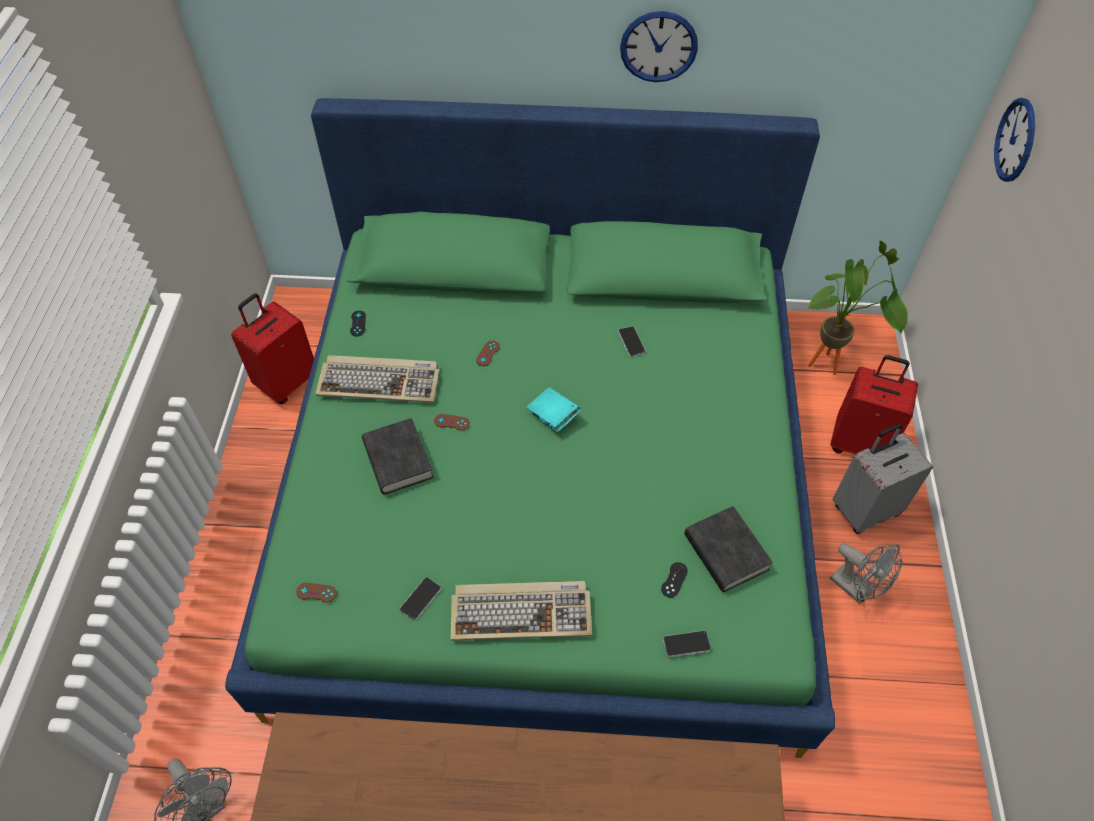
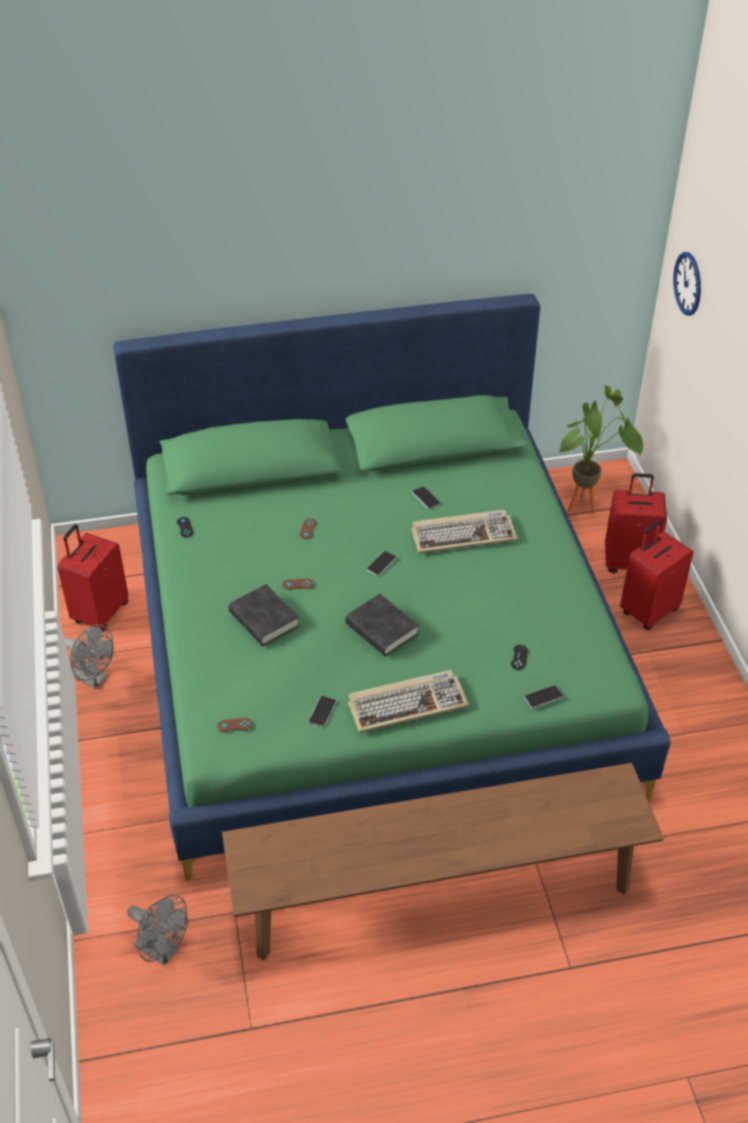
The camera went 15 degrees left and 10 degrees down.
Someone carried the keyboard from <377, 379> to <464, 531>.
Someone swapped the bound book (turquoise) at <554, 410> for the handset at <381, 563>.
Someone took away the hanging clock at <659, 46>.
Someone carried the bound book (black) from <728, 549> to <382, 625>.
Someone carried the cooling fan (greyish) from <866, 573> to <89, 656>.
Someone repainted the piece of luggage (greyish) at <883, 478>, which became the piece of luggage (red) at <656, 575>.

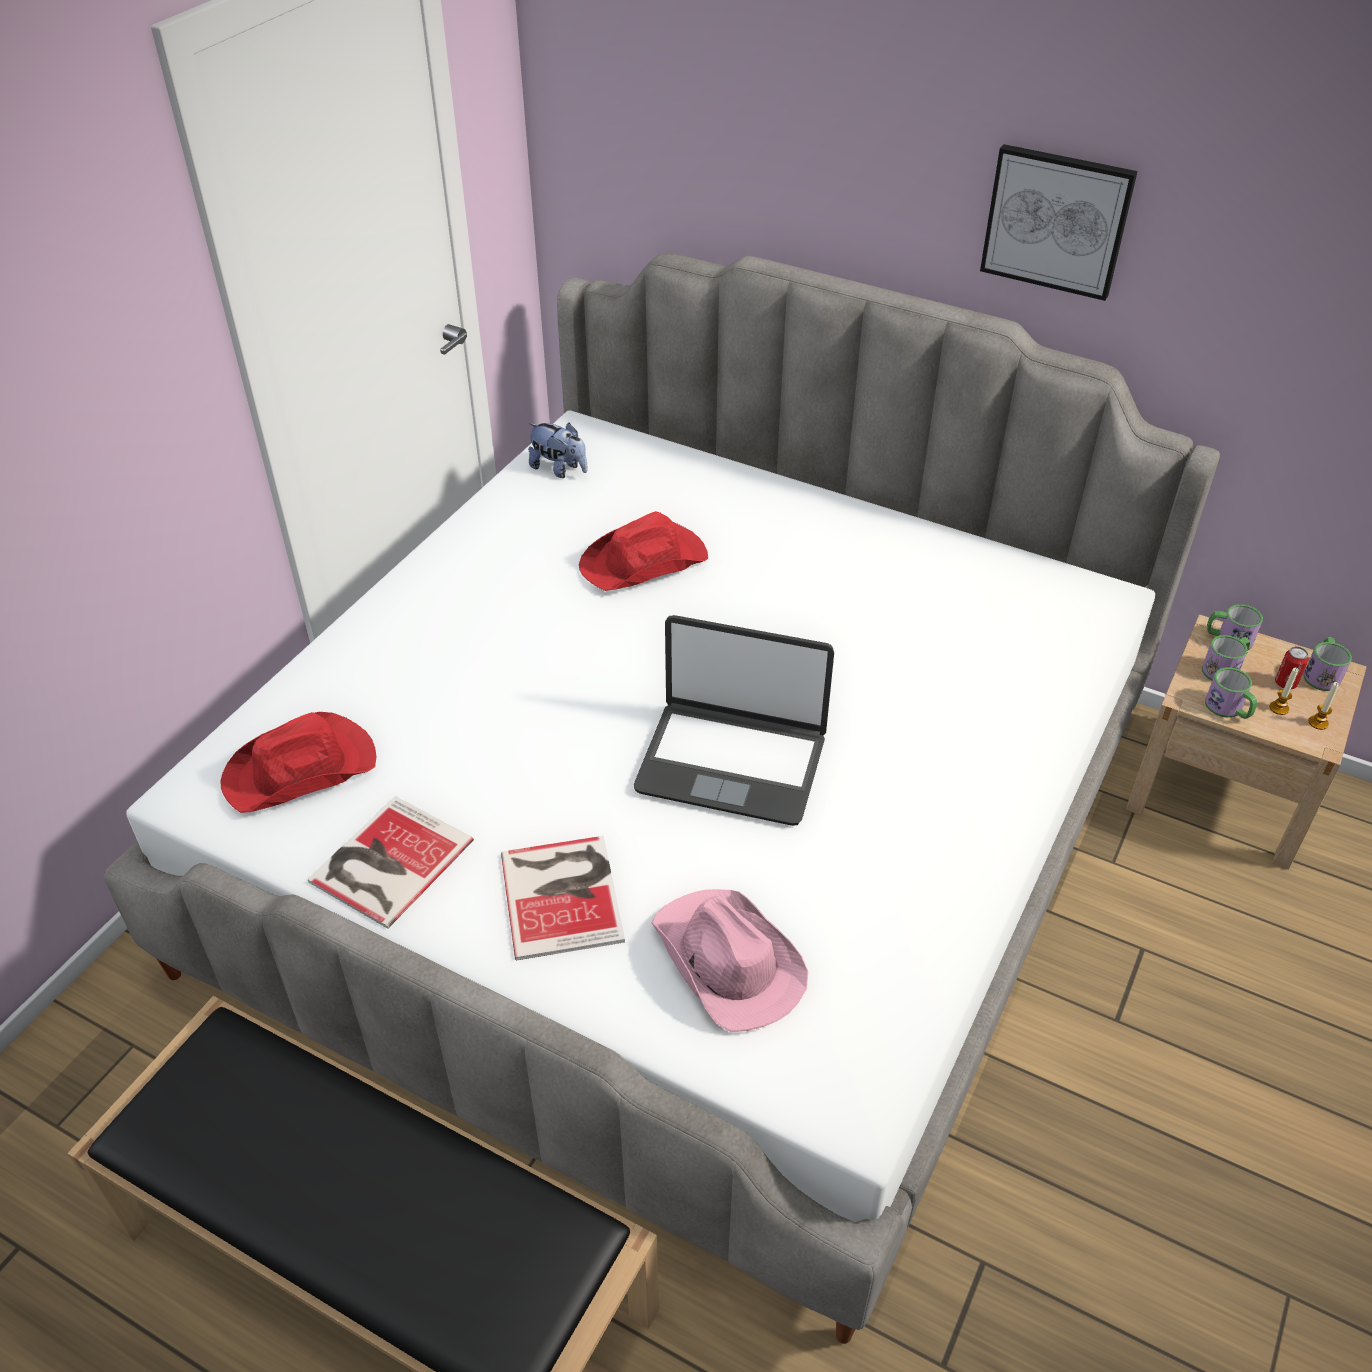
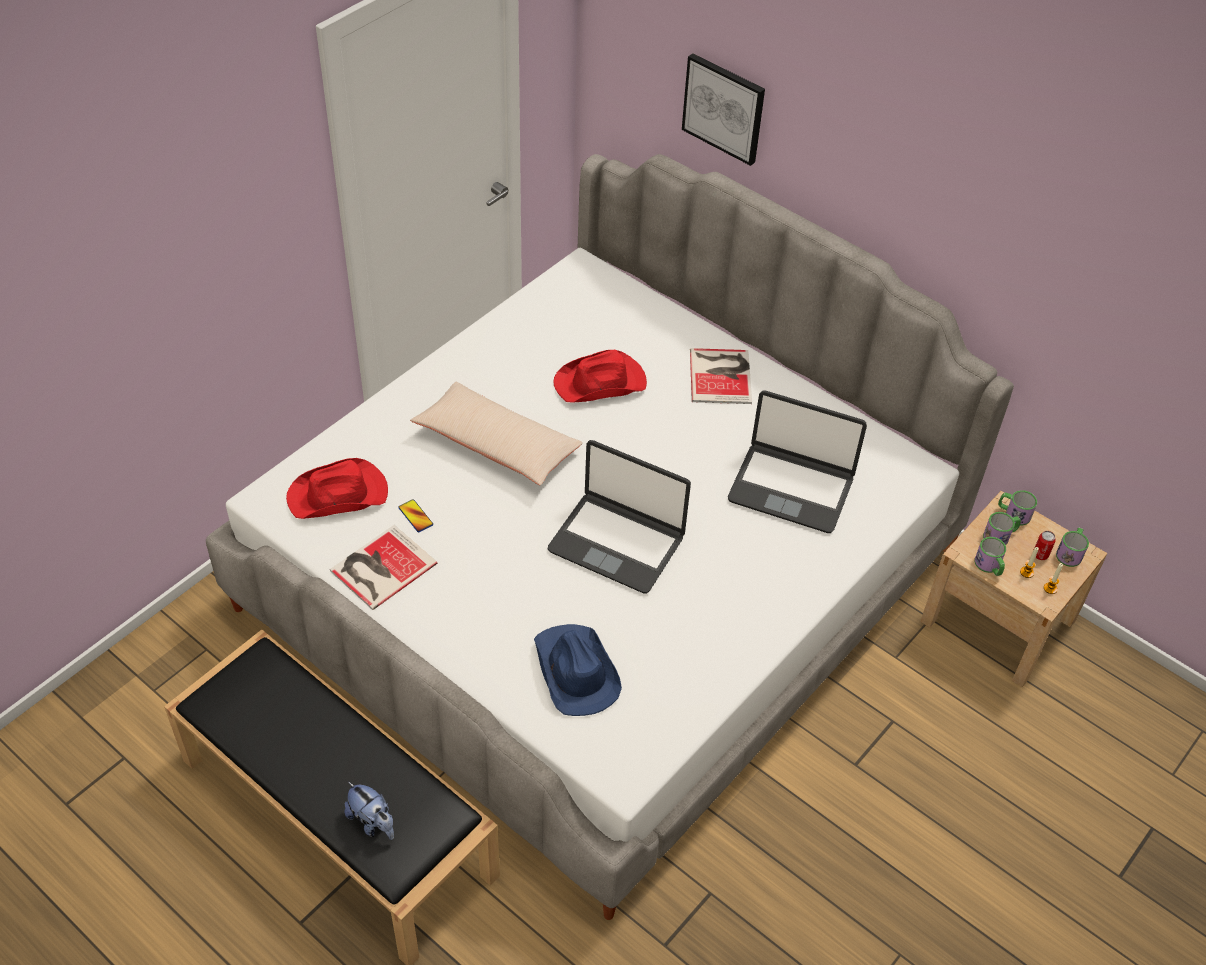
The camera went 10 degrees right and 5 degrees up.
Someone carried the bound book from <563, 898> to <721, 376>.
Someone carried the plush toy from <558, 450> to <369, 810>.
Someone repainted the hat (pink) at <730, 960>, which became the hat (blue-coloured) at <578, 670>.
Someone carried the wall picture from <1059, 222> to <723, 109>.
Someone put down the handset at <415, 515>.
Someone put down the pillow (beige-coloured) at <496, 433>.
Someone put down the portable computer at <797, 462>.

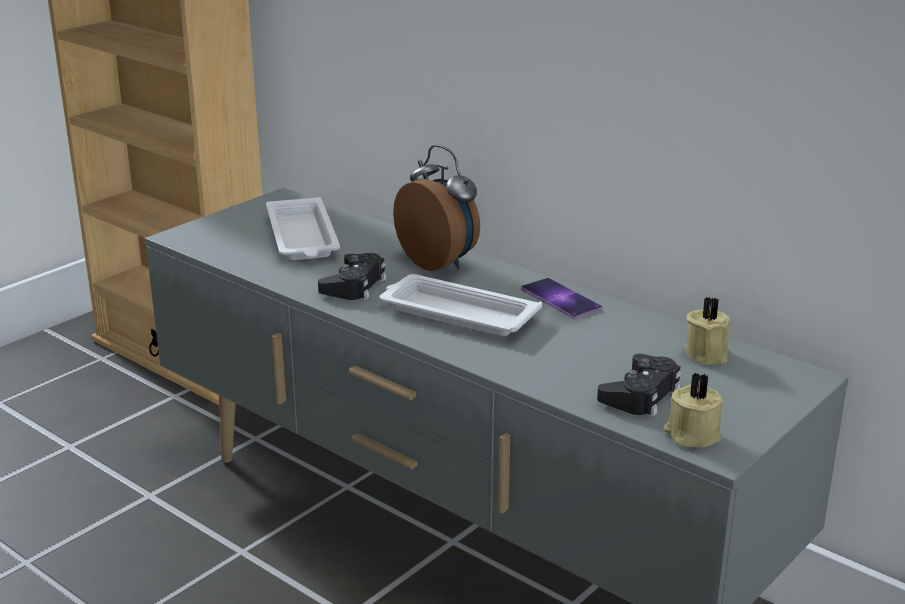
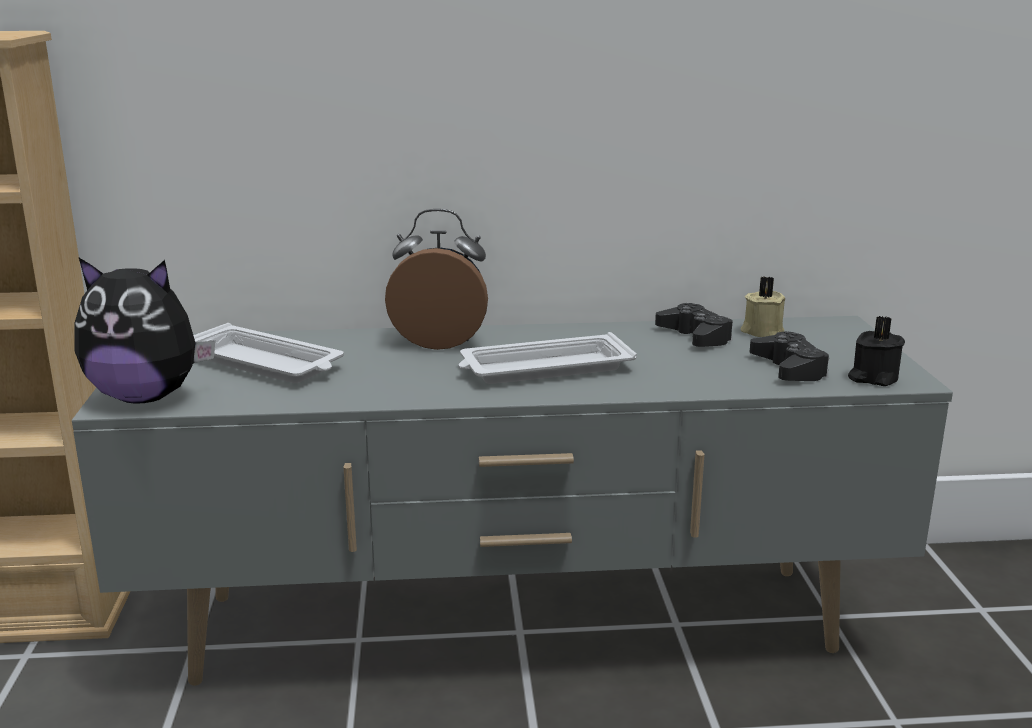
The camera went 45 degrees left and 5 degrees down.
Someone carried the joypad (black) from <352, 276> to <694, 325>.
Someone took away the handset at <561, 298>.
Someone repainted the wax light (beige-coloured) at <693, 410>, which became the wax light (black) at <876, 351>.
Someone put down the plush toy at <144, 330>.

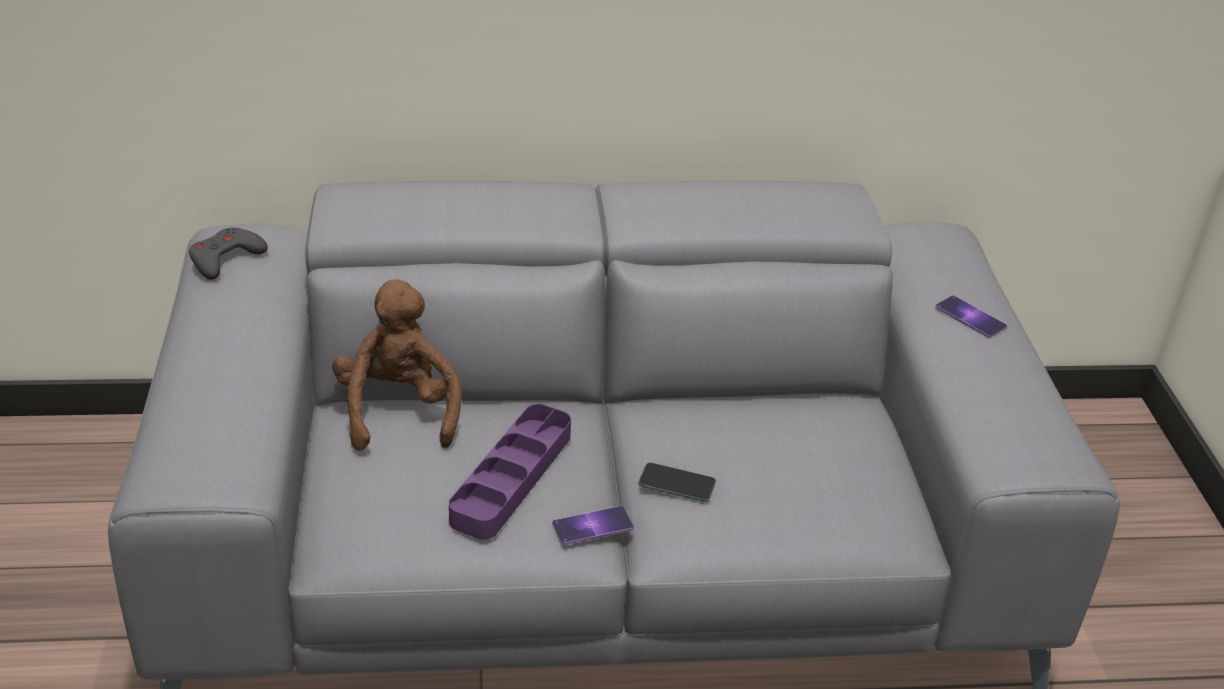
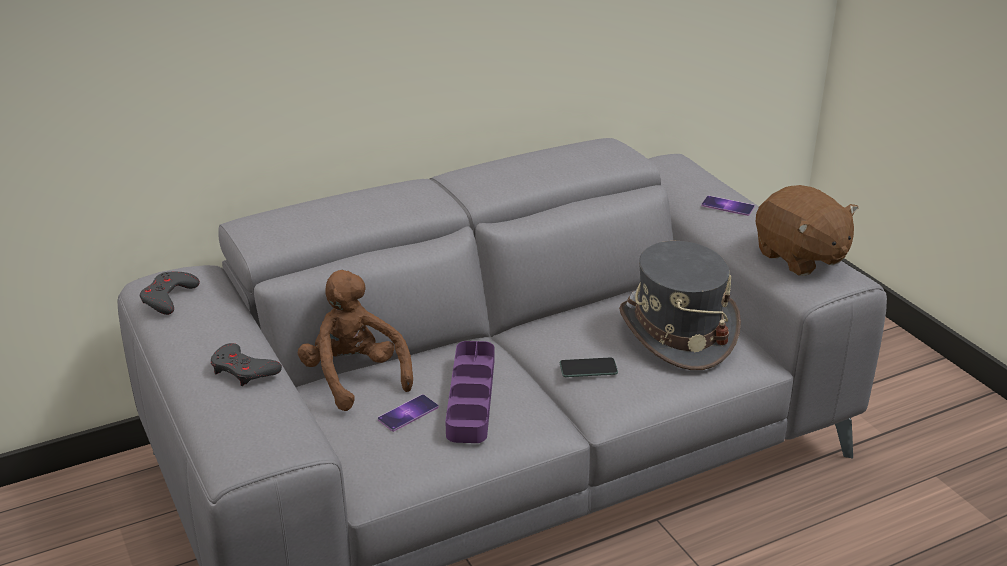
The camera went 20 degrees left and 5 degrees down.
Someone carried the handset from <593, 525> to <408, 413>.
Someone put down the joypad (greyish) at <246, 364>.
Someone put down the hat (greyish) at <680, 305>.
Someone put down the plush toy (brownish) at <807, 230>.

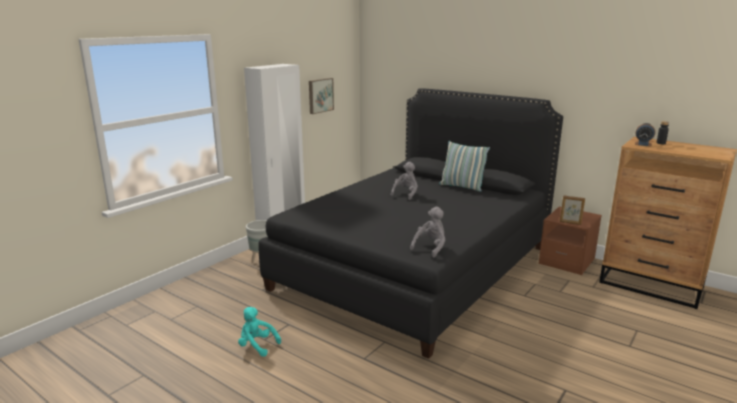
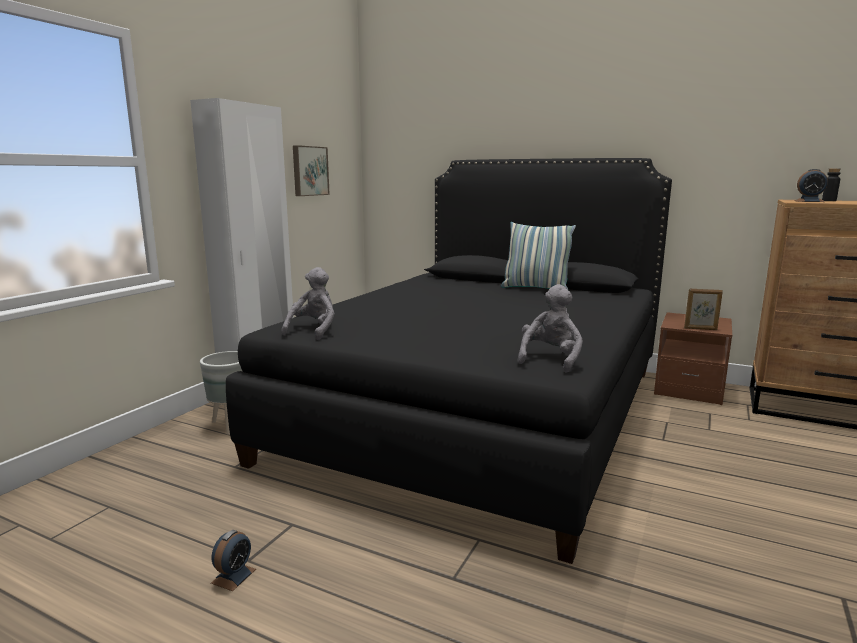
The camera went 10 degrees left and 5 degrees down.
Someone swapped the plush toy (turquoise) at <259, 332> for the table clock at <233, 560>.
Someone carried the plush toy (greyish) from <404, 181> to <308, 303>.

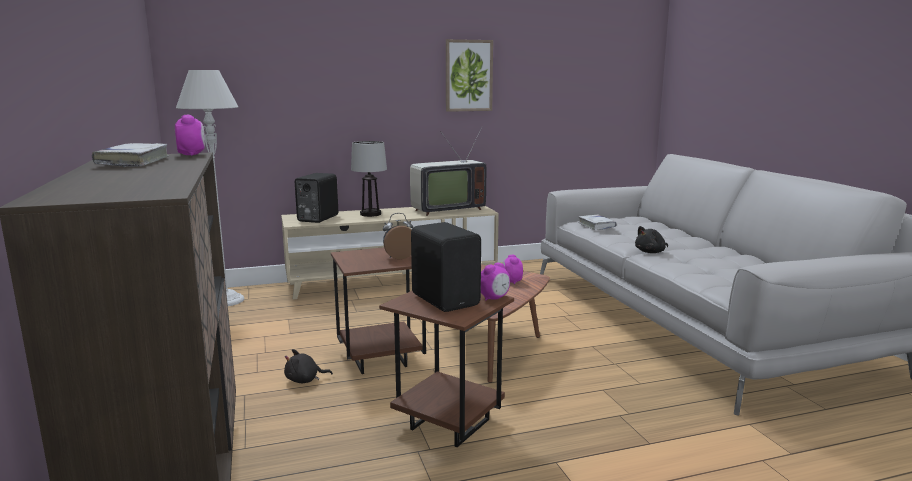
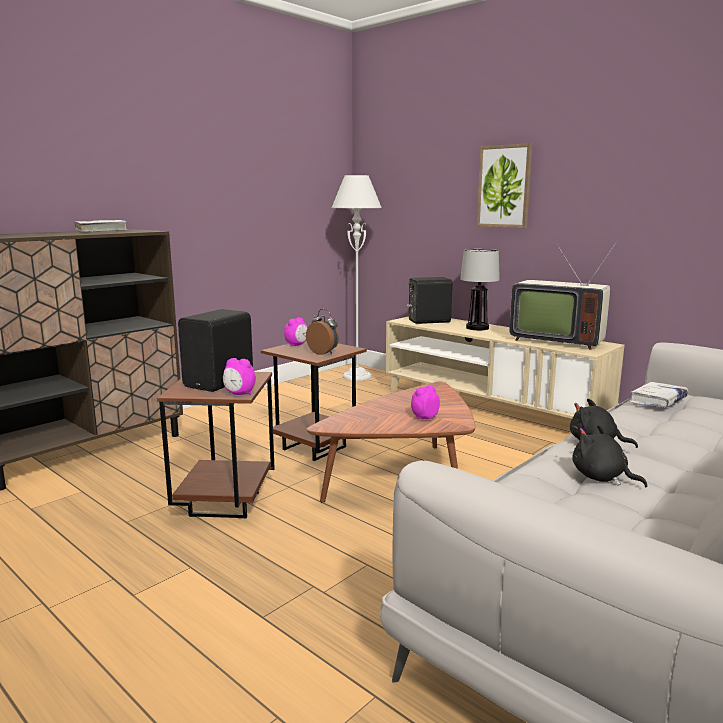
The camera went 60 degrees right and 0 degrees up.
Someone carried the table clock from <190, 135> to <296, 332>.
Someone carried the plush toy (black) from <308, 366> to <610, 456>.
Someone carried the wall picture from <469, 75> to <505, 185>.

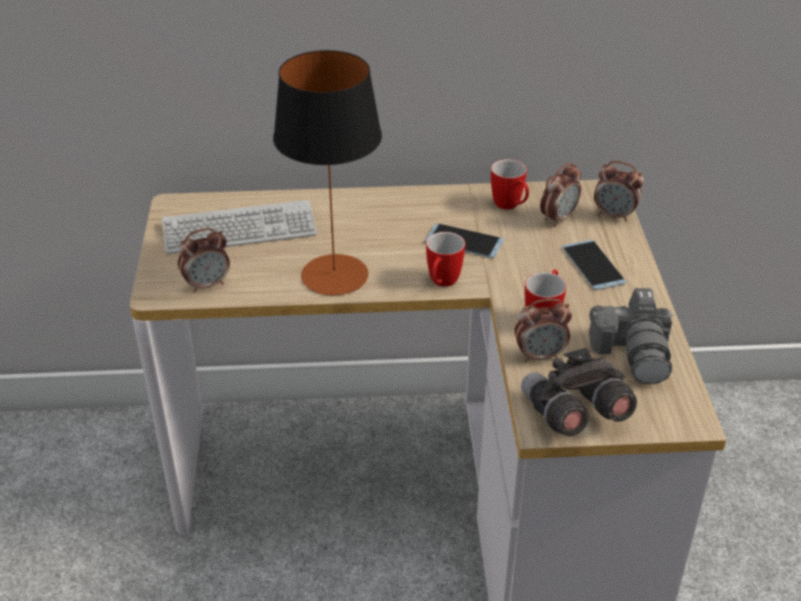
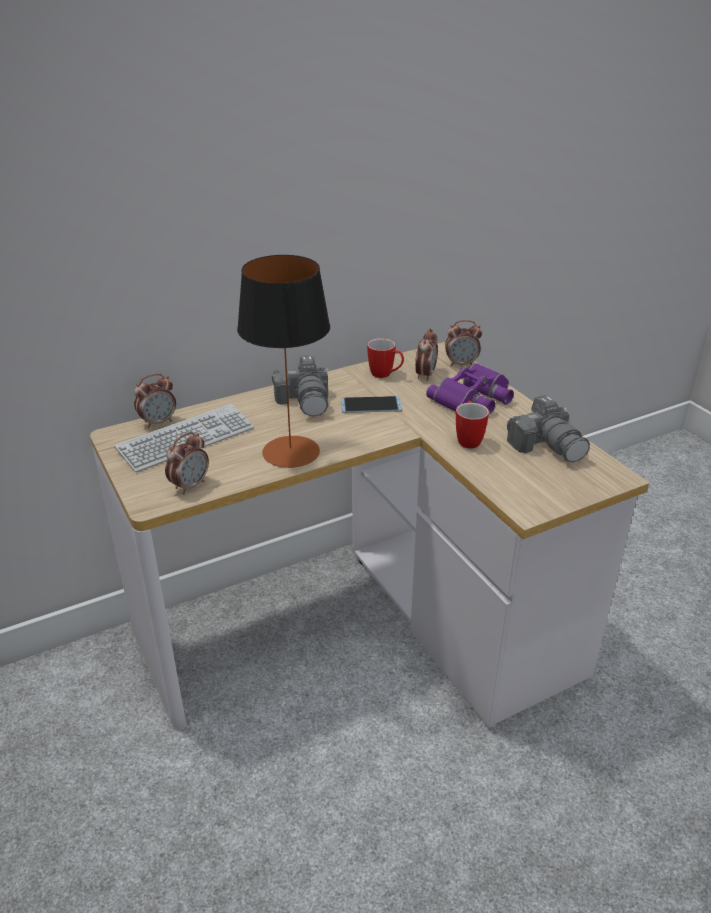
The camera went 25 degrees left and 5 degrees down.
Someone took away the mug at <445, 259>.
Someone carried the table clock from <543, 330> to <155, 401>.
Someone took away the field glasses (greyish) at <579, 392>.
Someone swapped the handset at <594, 265> for the field glasses (purplish) at <470, 389>.
Someone put down the photo camera at <300, 386>.

